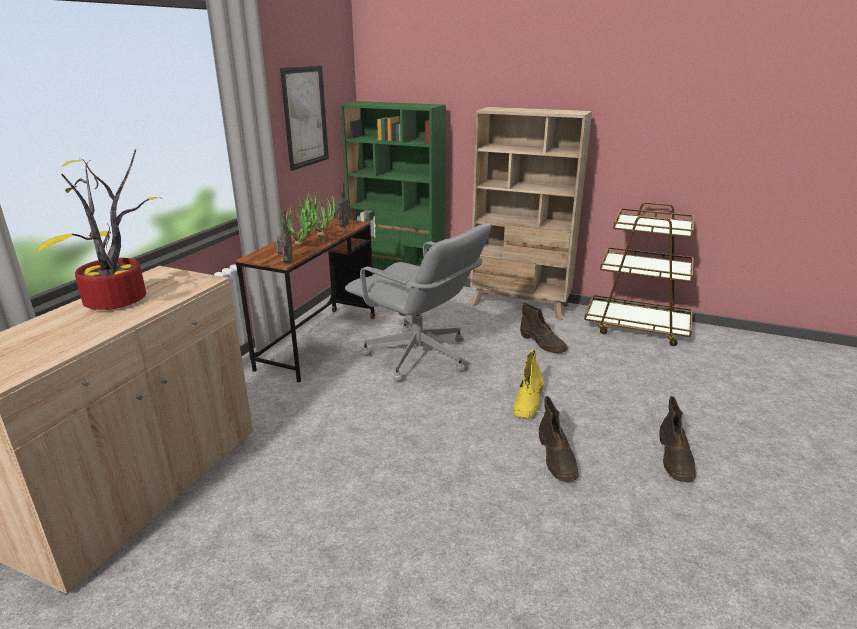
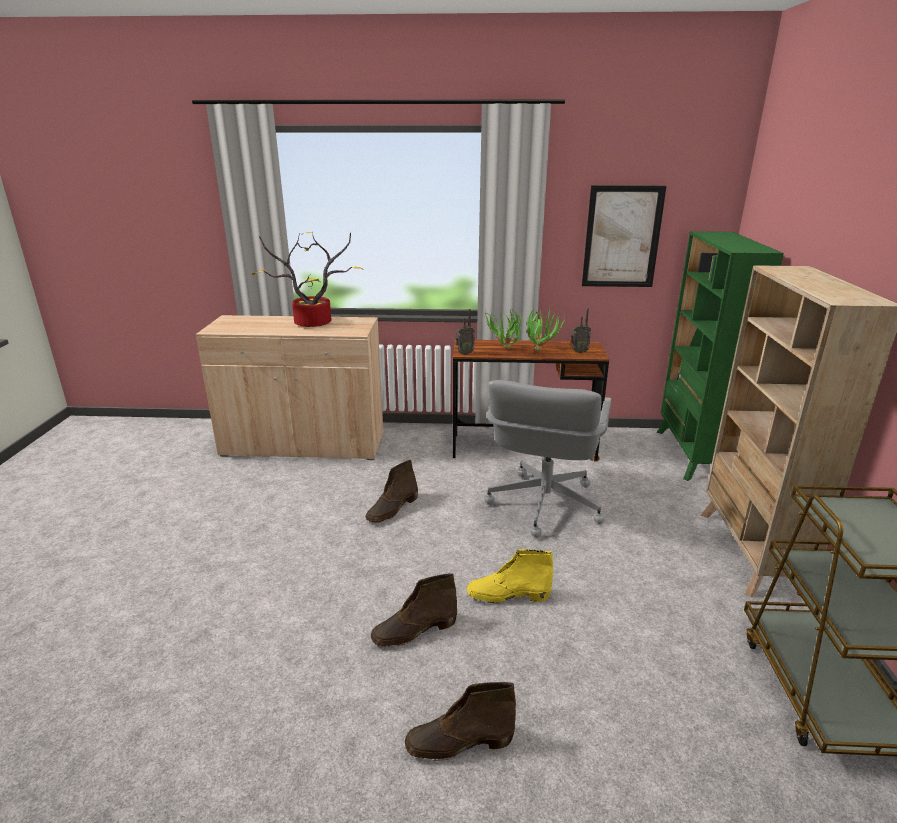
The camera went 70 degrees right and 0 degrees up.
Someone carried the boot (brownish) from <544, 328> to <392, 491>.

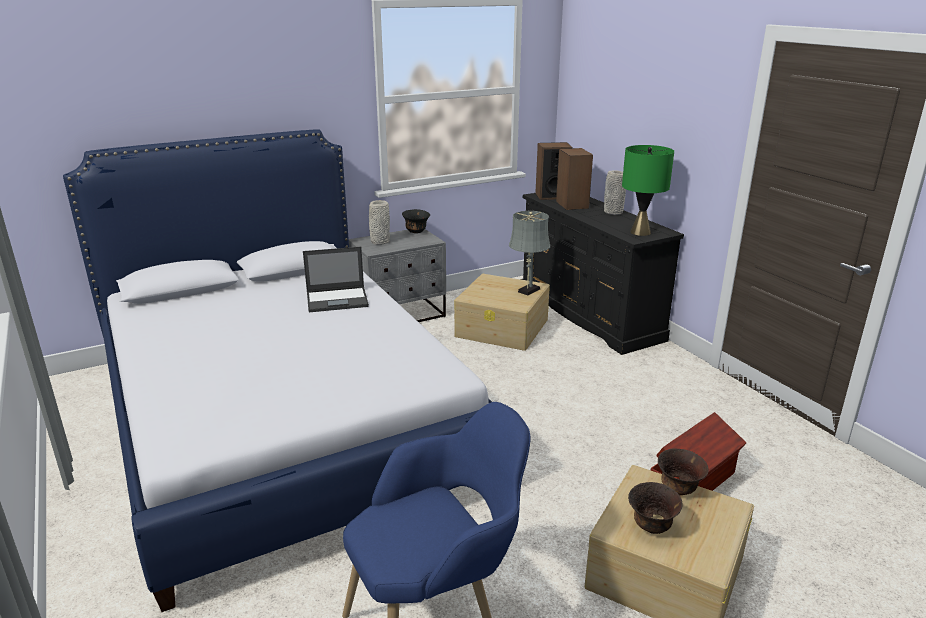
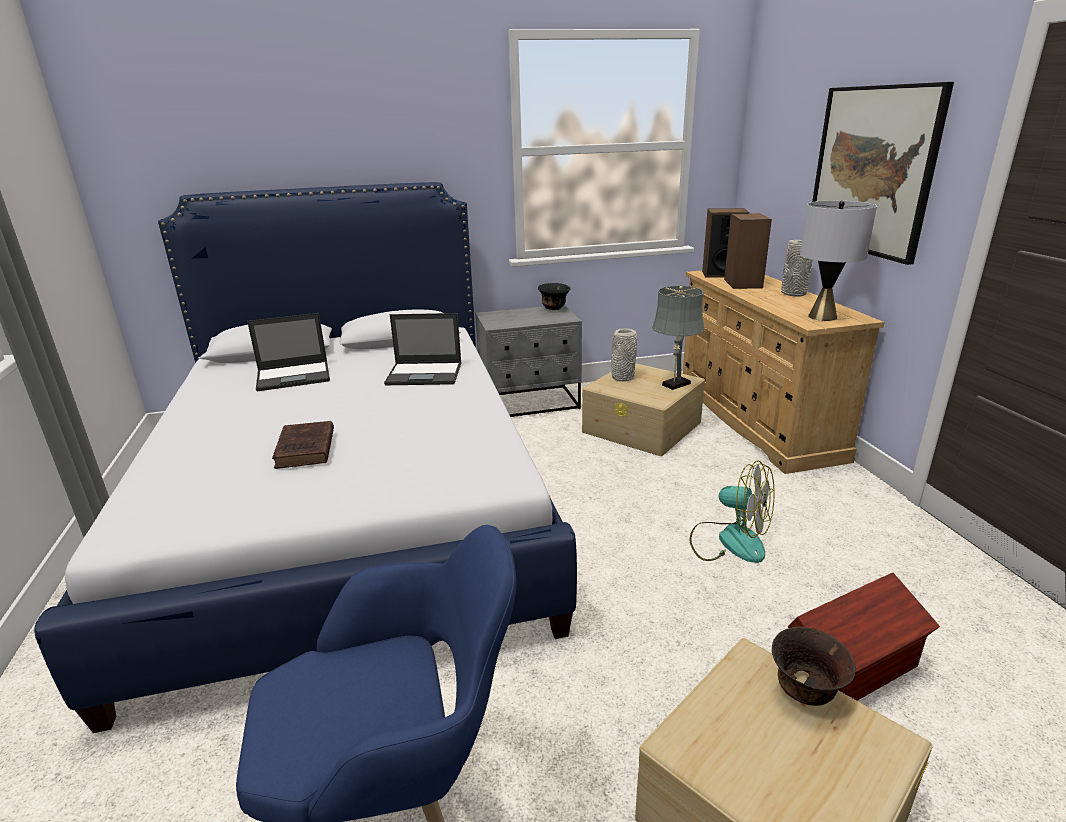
The camera went 15 degrees right and 0 degrees up.
Someone carried the vase (greyish) from <379, 222> to <624, 354>.
Someone repainted the drawer chest (black) at <602, 274>, which became the drawer chest (beige-coloured) at <782, 372>.
Someone repainted the table lamp (green) at <648, 190>, which became the table lamp (greyish) at <838, 261>.
Someone took away the bowl (brownish) at <655, 508>.
Someone put down the portable computer at <288, 352>.
Someone put down the bound book (brownish) at <303, 445>.
Someone put down the cooling fan at <732, 512>.
Someone put up the wall picture at <883, 173>.

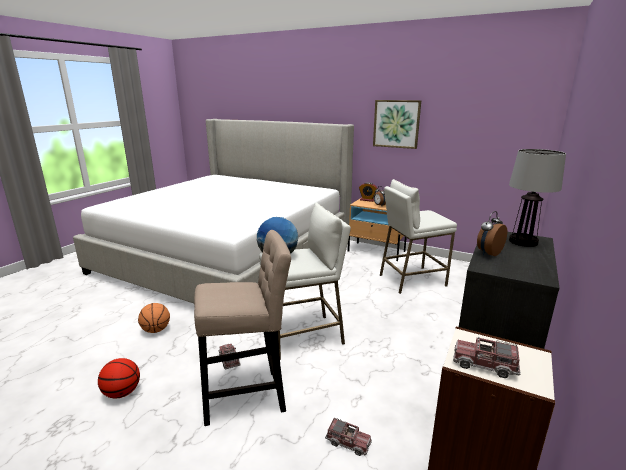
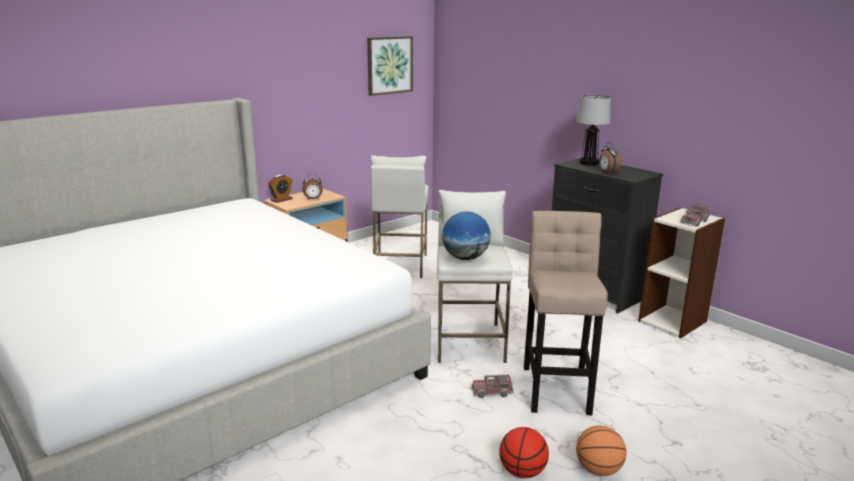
The camera went 70 degrees left and 0 degrees up.
Someone carried the ball for basketball from <154, 318> to <601, 451>.
Someone took away the toy lorry at <348, 437>.
Someone carried the wall picture from <397, 124> to <390, 66>.

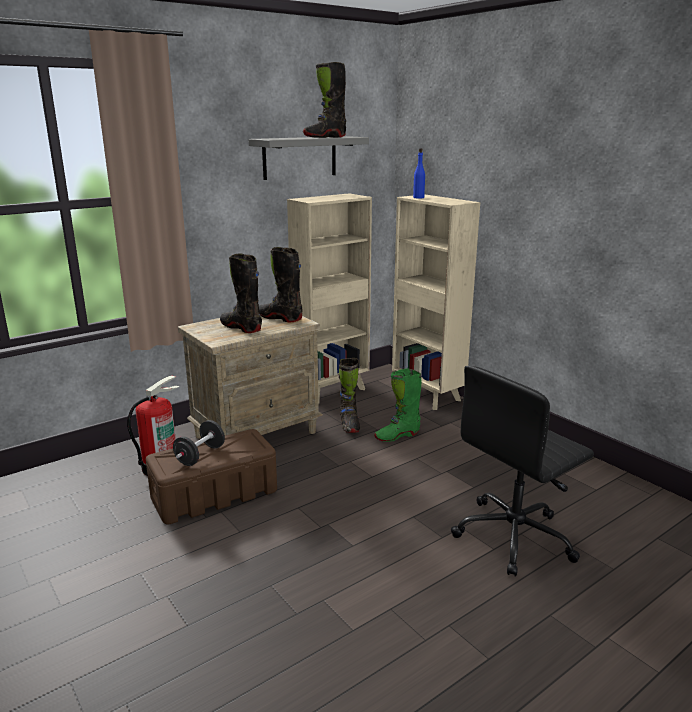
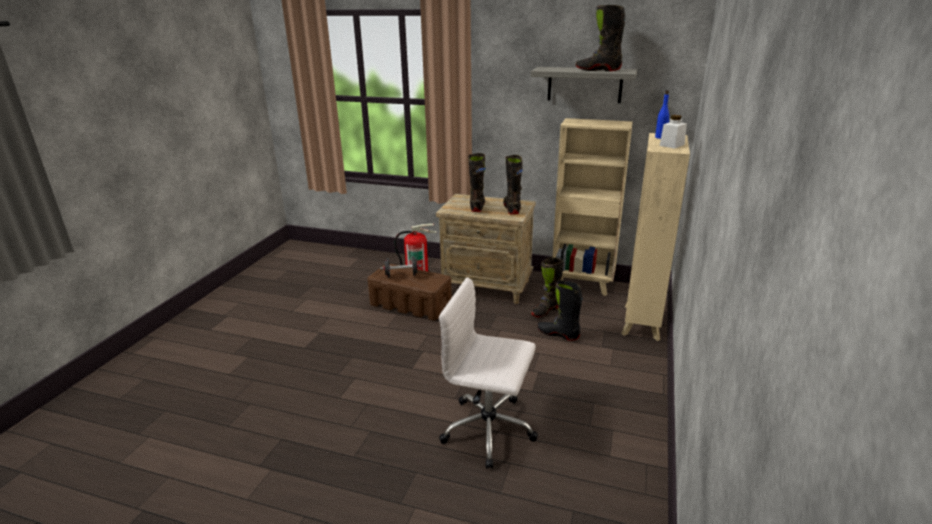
The camera went 55 degrees right and 5 degrees up.
Someone repainted the boot (green) at <397, 405>, which became the boot (black) at <560, 310>.
Someone repainted the computer chair (black) at <522, 471>, which became the computer chair (white-coloured) at <488, 373>.
Someone put down the jar (white-coloured) at <673, 132>.

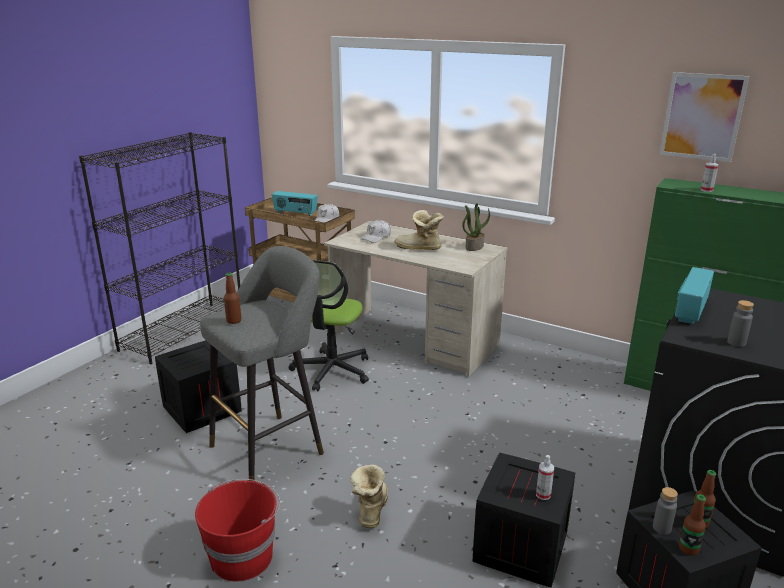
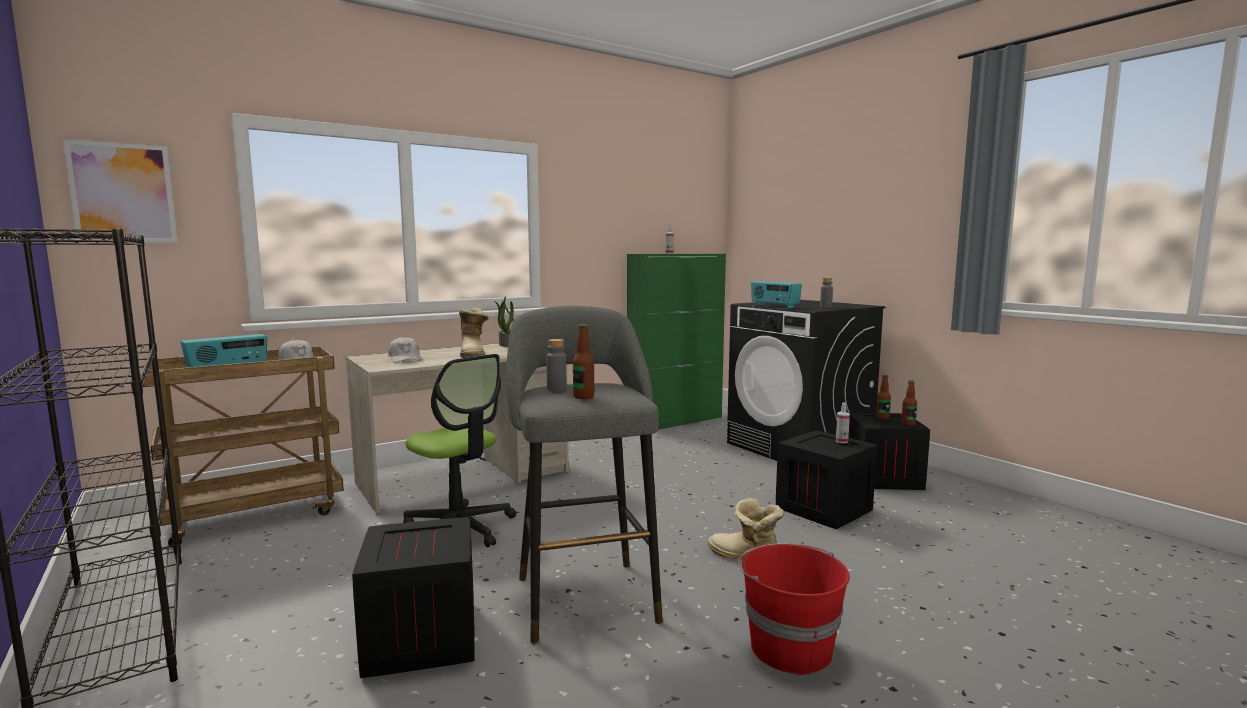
The camera went 65 degrees left and 15 degrees down.
Someone rotated the boot at <419, 230> by 60 degrees counterclockwise.
Someone carried the drink bottle (greyish) from <665, 511> to <556, 365>.
Someone carried the wall picture from <704, 117> to <120, 191>.

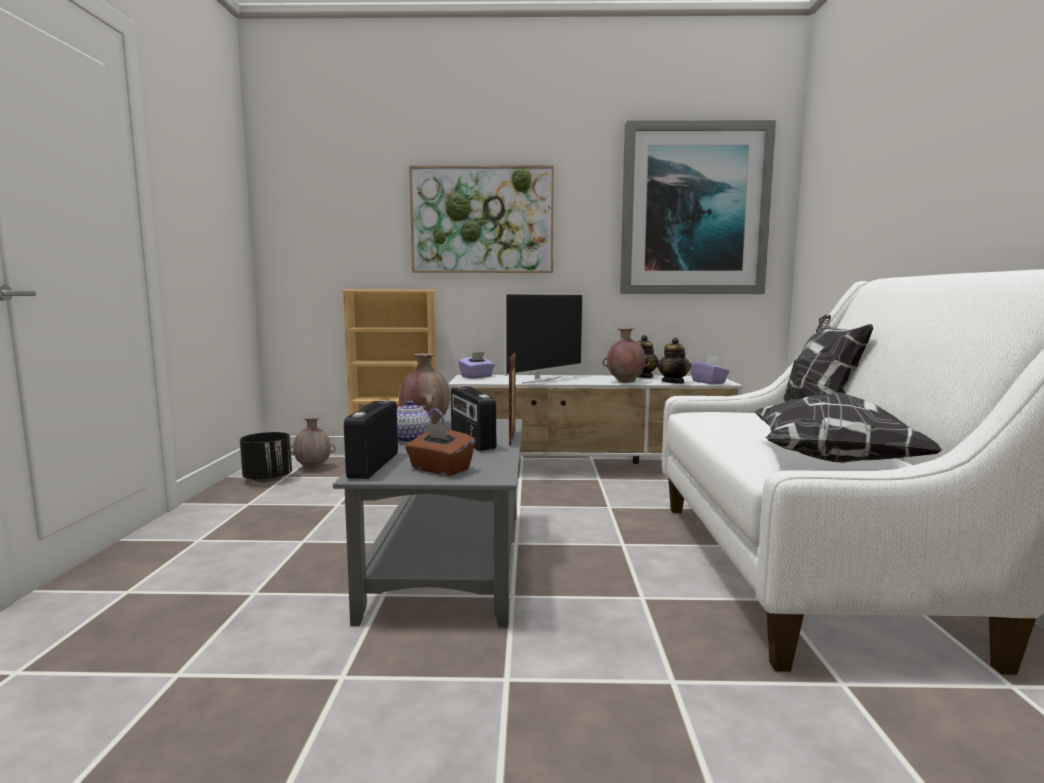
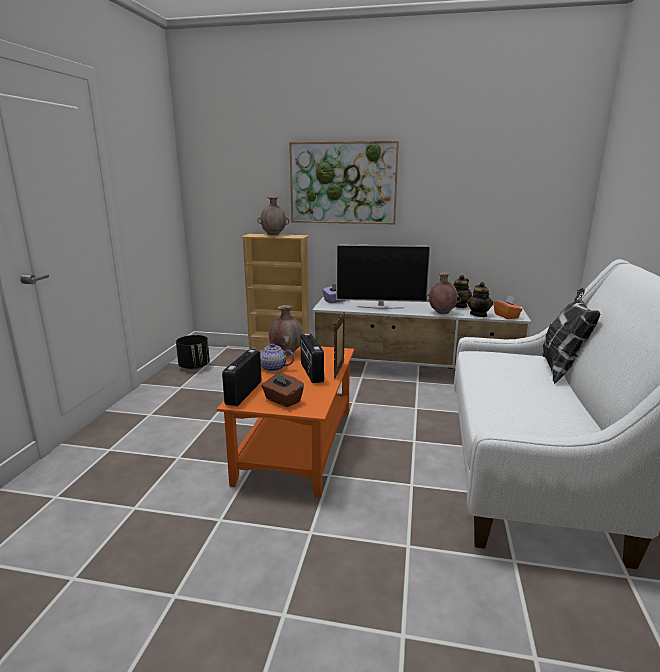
The camera went 10 degrees right and 10 degrees up.
Someone carried the vase (brownish) from <313, 442> to <273, 216>.
Someone repainted the lounge table (greyish) at <428, 523>, which became the lounge table (orange-coloured) at <285, 421>.
Someone rotated the TV at <543, 338> by 45 degrees clockwise.
Someone took away the wall picture at <698, 207>.
Someone repainted the box of tissues (purplish) at <709, 369>, which became the box of tissues (orange-coloured) at <508, 307>.
Someone took away the pillow at <848, 427>.

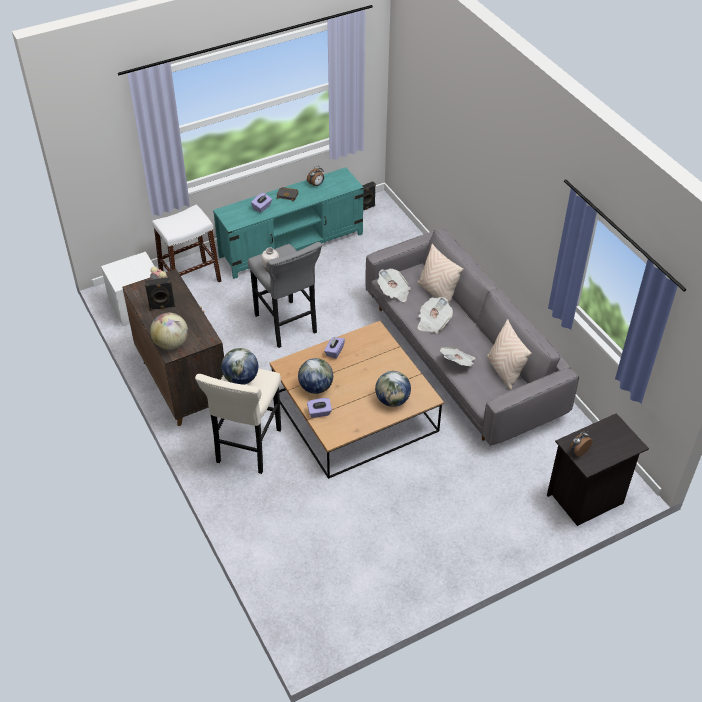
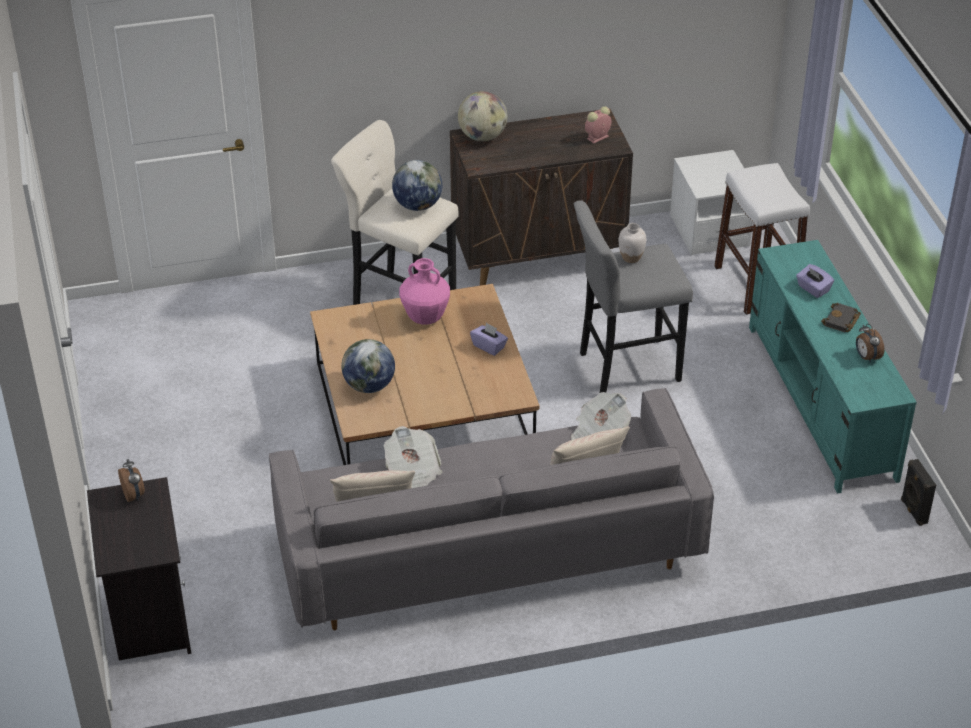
The camera went 105 degrees right and 5 degrees down.
Someone took away the audio speaker (black) at <160, 294>.
Someone swapped the globe at <315, 376> for the vase (pink) at <424, 291>.
Someone took away the box of tissues (purplish) at <319, 408>.
Someone took away the newspaper at <435, 315>.

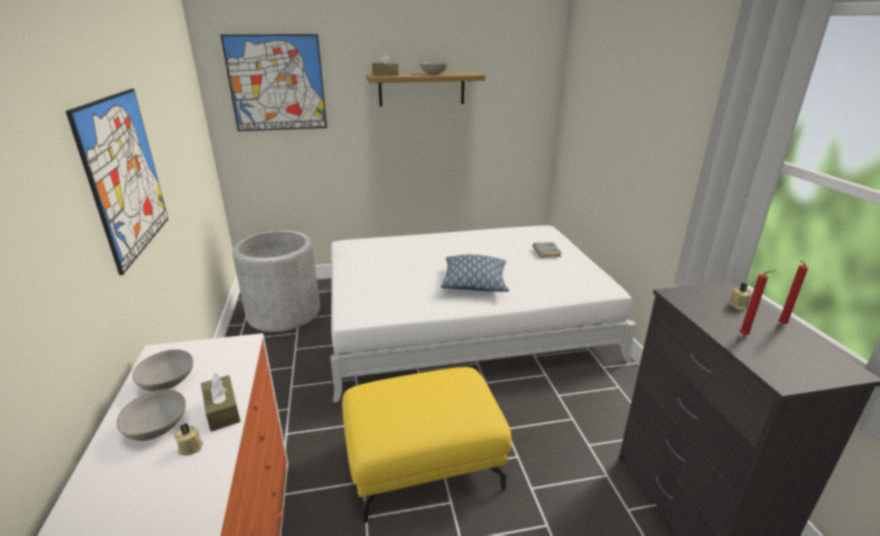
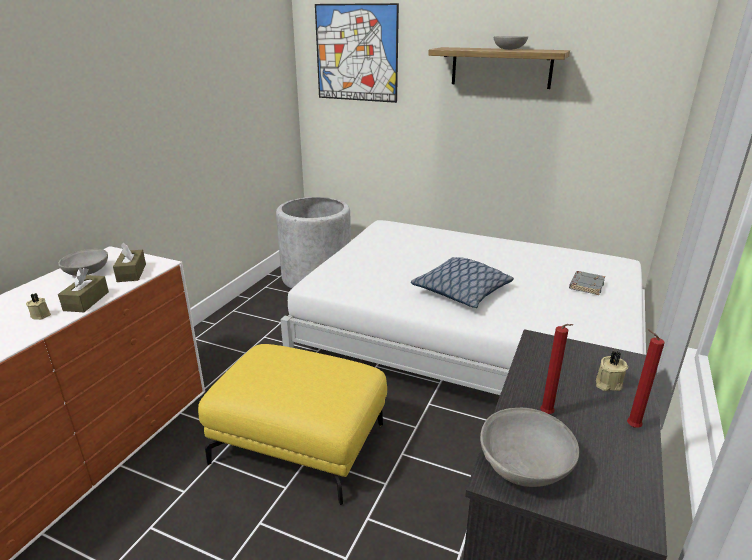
The camera went 35 degrees right and 0 degrees up.
Someone took away the wall picture at <117, 182>.
Someone carried the bowl (greyish) from <151, 415> to <529, 447>.
Someone carried the box of tissues (brownish) from <385, 64> to <129, 262>.

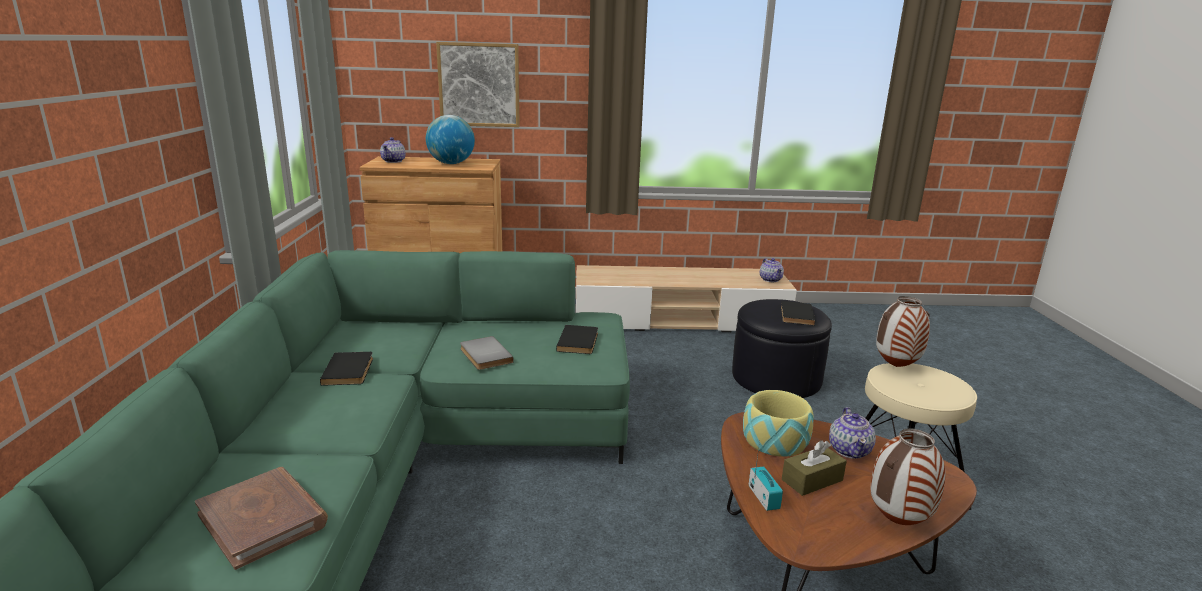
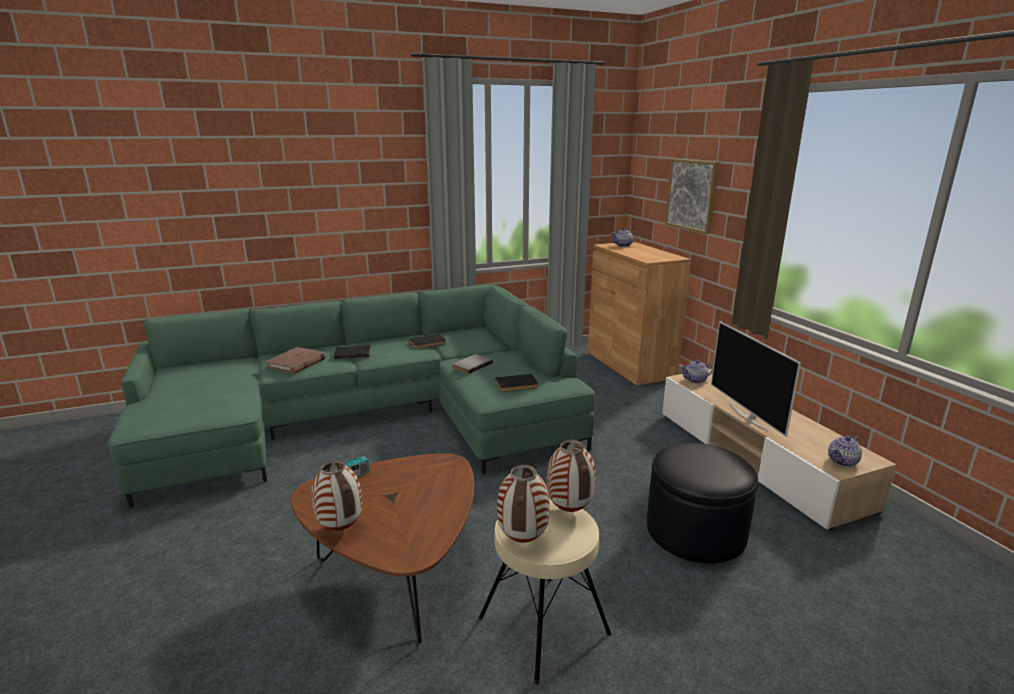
The camera went 70 degrees right and 0 degrees up.
Someone took away the globe at <450, 139>.
Someone took away the bowl at <778, 423>.
Someone carried the bound book (black) from <798, 313> to <352, 352>.
Someone took away the box of tissues (brownish) at <814, 468>.
Someone carried the pot for tea from <852, 433> to <697, 371>.
Someone put down the vase at <523, 504>.
Someone put down the TV at <756, 379>.

